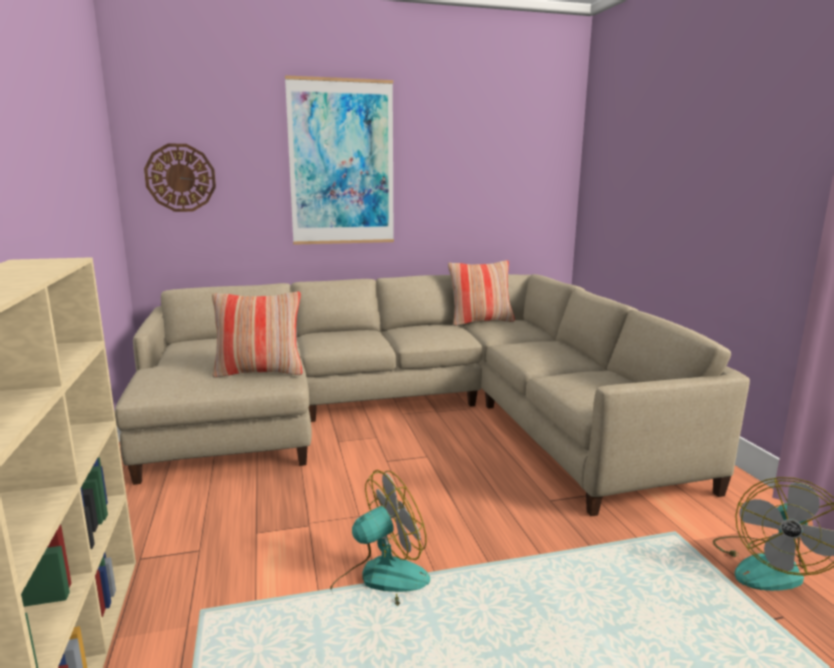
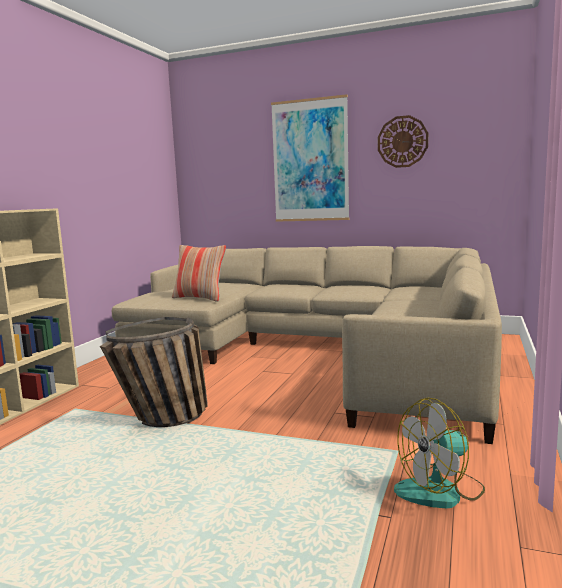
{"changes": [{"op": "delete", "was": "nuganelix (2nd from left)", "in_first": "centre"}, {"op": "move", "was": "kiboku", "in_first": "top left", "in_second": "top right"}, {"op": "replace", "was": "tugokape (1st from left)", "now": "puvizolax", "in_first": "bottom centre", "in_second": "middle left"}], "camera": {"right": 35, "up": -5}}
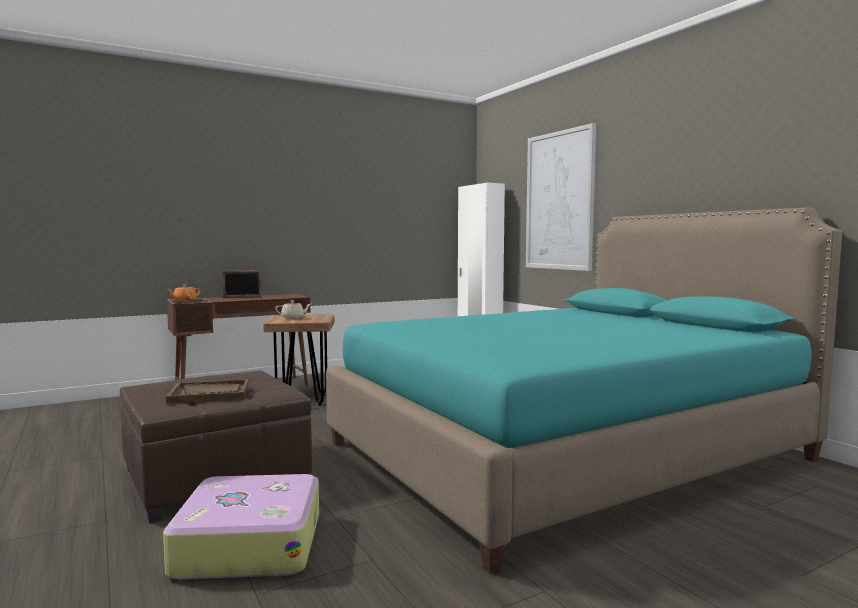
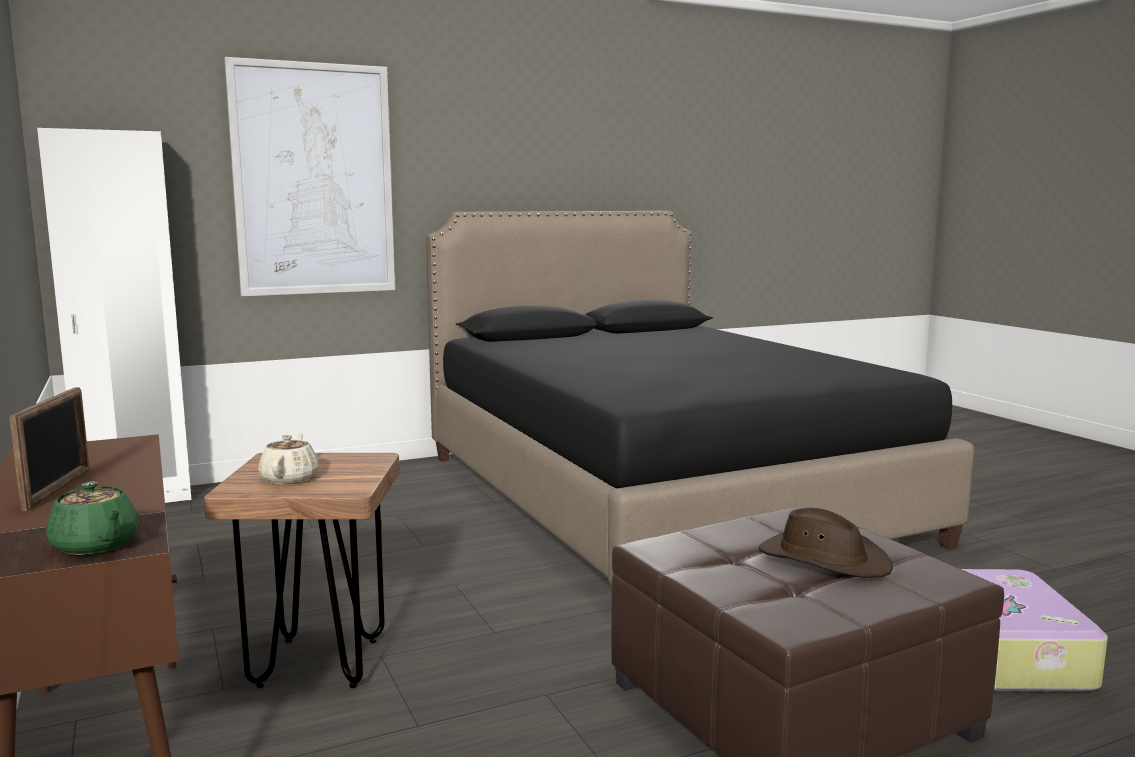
{"changes": [{"op": "replace", "was": "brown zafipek", "now": "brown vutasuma", "in_first": "middle left", "in_second": "bottom right"}, {"op": "recolor", "was": "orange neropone", "now": "green neropone", "in_first": "middle left", "in_second": "bottom left"}, {"op": "recolor", "was": "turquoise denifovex", "now": "black denifovex", "in_first": "middle right", "in_second": "centre"}], "camera": {"right": -85, "up": 5}}
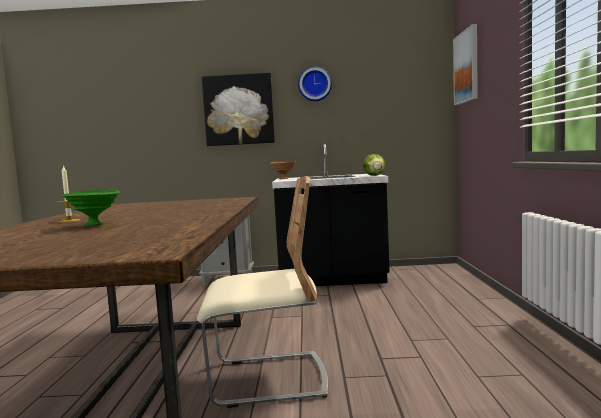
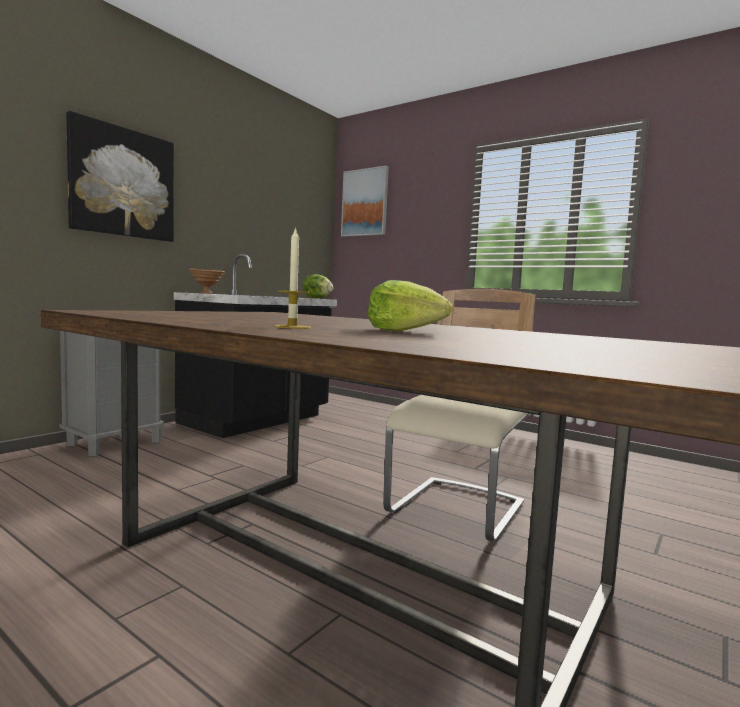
{"changes": [{"op": "delete", "was": "kiboku", "in_first": "top centre"}, {"op": "replace", "was": "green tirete", "now": "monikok (2nd from left)", "in_first": "middle left", "in_second": "centre"}], "camera": {"right": -55, "up": 0}}
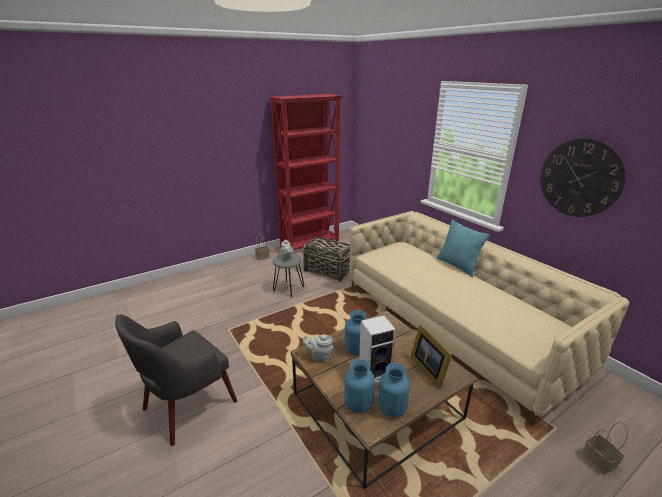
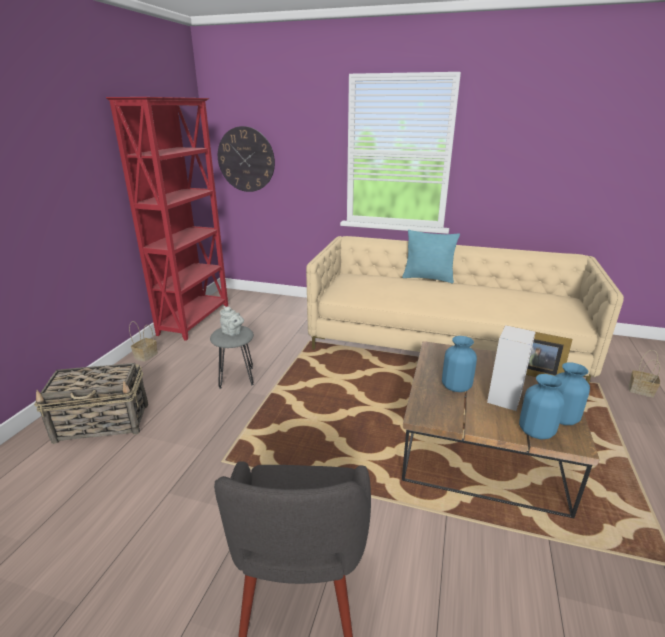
{"changes": [{"op": "delete", "was": "grey neropone (2nd from left)", "in_first": "bottom centre"}, {"op": "move", "was": "puvizolax (2nd from left in the first image)", "now": "puvizolax (1st from left)", "in_first": "centre", "in_second": "middle left"}, {"op": "move", "was": "kiboku", "in_first": "middle right", "in_second": "top centre"}], "camera": {"right": -40, "up": 0}}
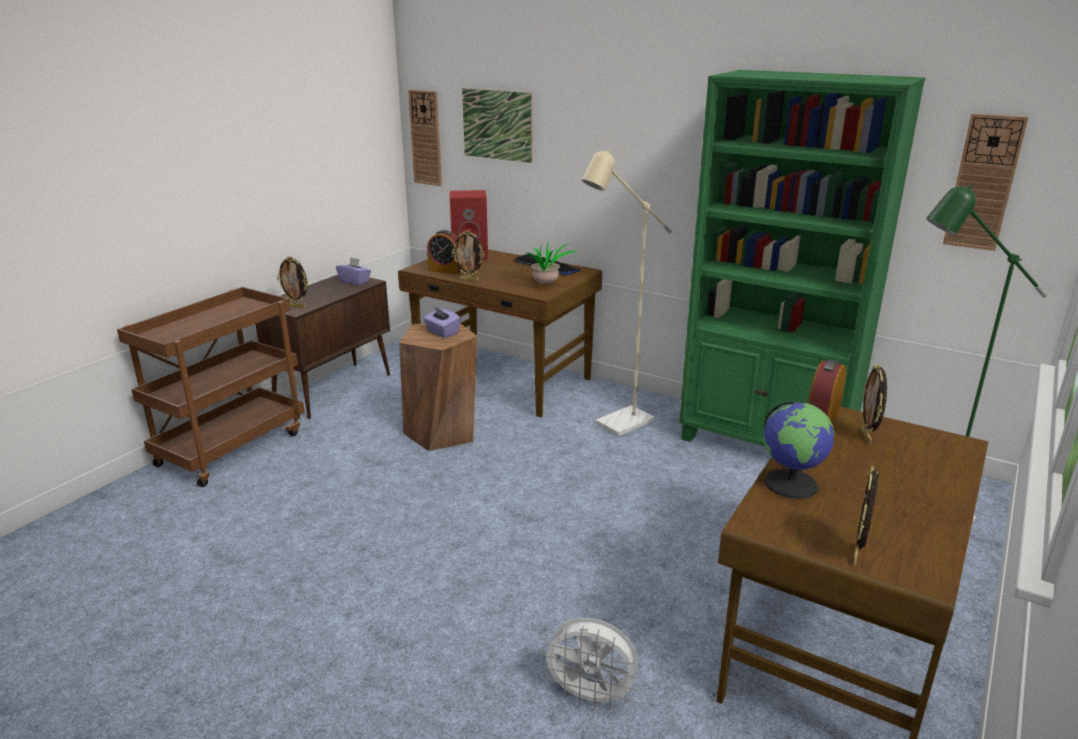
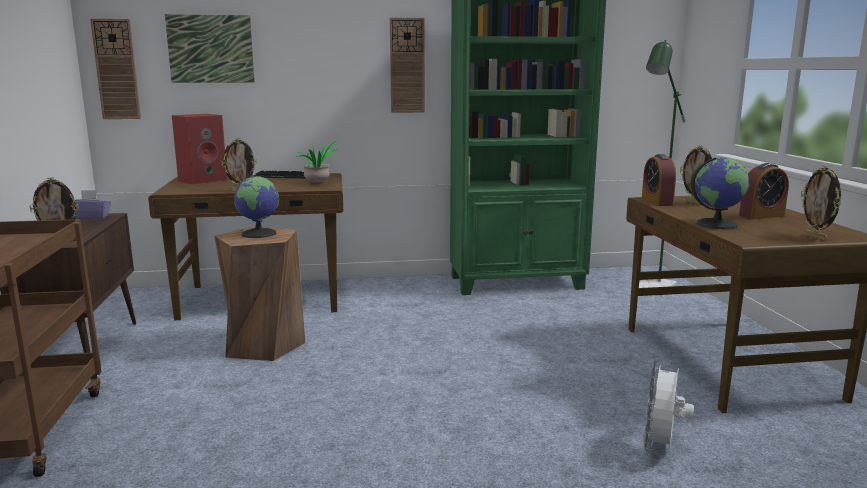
{"changes": [{"op": "delete", "was": "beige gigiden", "in_first": "centre"}, {"op": "move", "was": "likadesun (1st from left in the first image)", "now": "likadesun (2nd from left)", "in_first": "centre", "in_second": "middle right"}, {"op": "move", "was": "kiboku (2nd from left)", "in_first": "top right", "in_second": "top centre"}, {"op": "replace", "was": "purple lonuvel (2nd from left)", "now": "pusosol (1st from left)", "in_first": "centre", "in_second": "middle left"}, {"op": "rotate", "was": "white tugokape", "in_first": "bottom centre", "in_second": "bottom right", "clockwise": 135}], "camera": {"right": -40, "up": -10}}
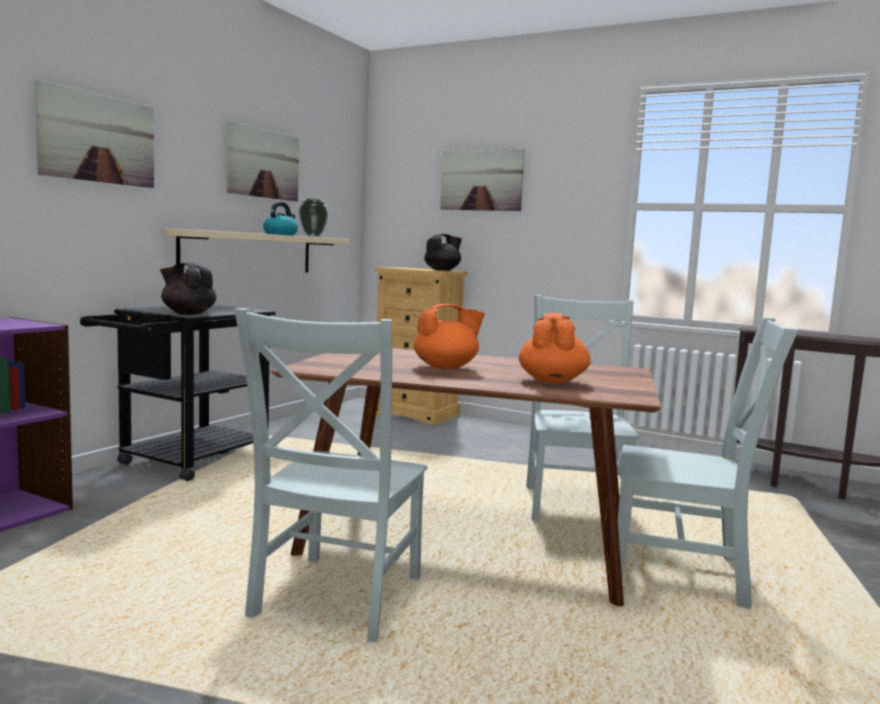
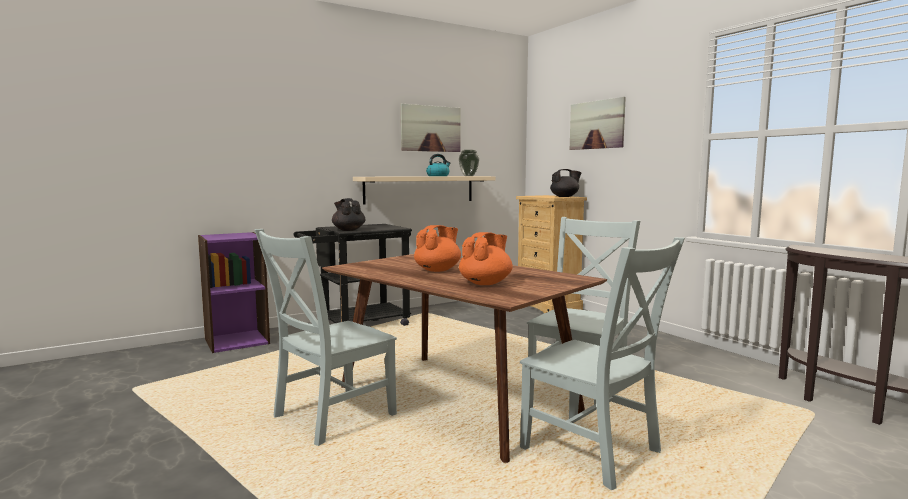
{"changes": [{"op": "delete", "was": "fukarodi (1st from left)", "in_first": "top left"}, {"op": "rotate", "was": "orange neropone (1st from left)", "in_first": "centre", "in_second": "centre", "clockwise": -60}], "camera": {"right": 30, "up": 0}}
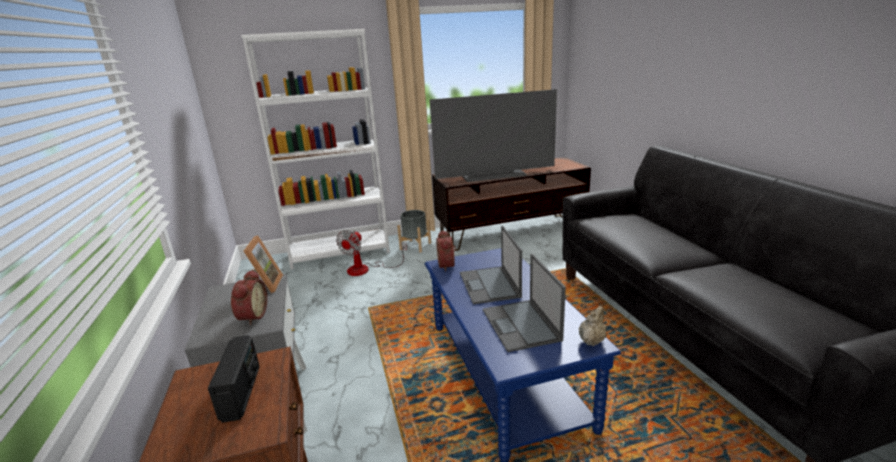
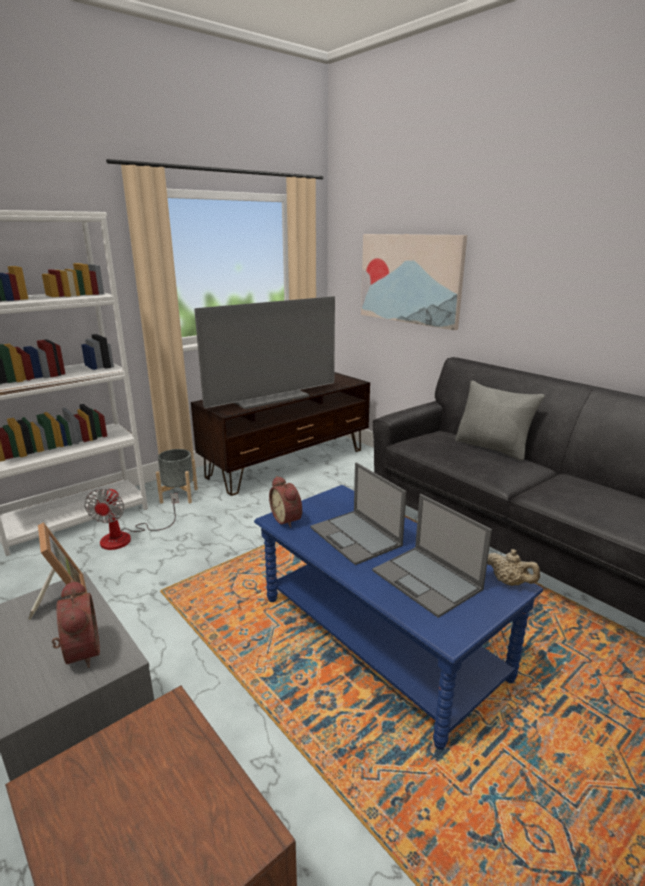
{"changes": [{"op": "delete", "was": "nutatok", "in_first": "bottom left"}, {"op": "insert", "now": "fukarodi", "in_second": "top centre"}, {"op": "insert", "now": "grey nuganelix", "in_second": "middle right"}, {"op": "rotate", "was": "beige neropone", "in_first": "bottom centre", "in_second": "middle right", "clockwise": 120}], "camera": {"right": -25, "up": 0}}
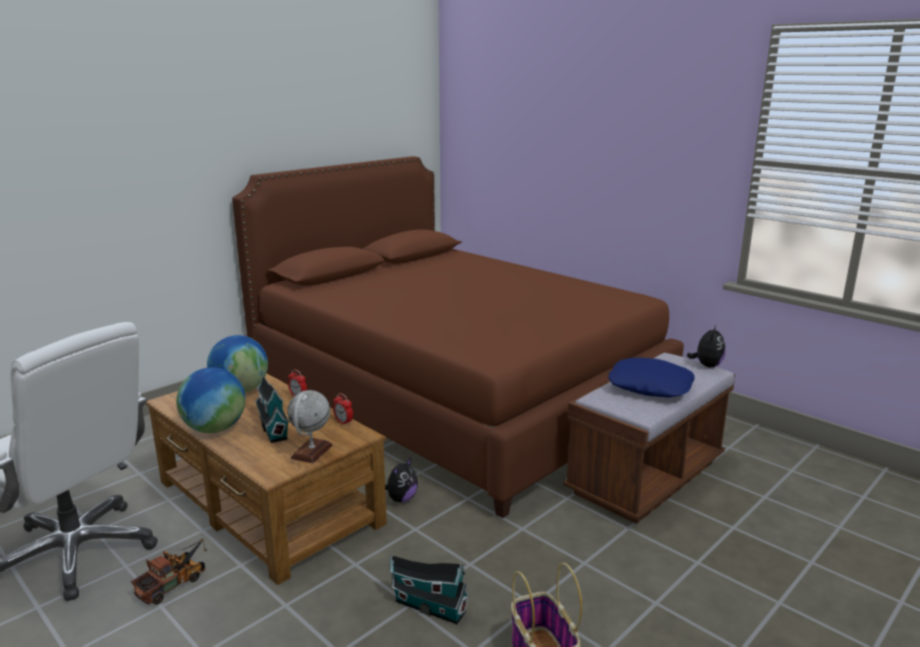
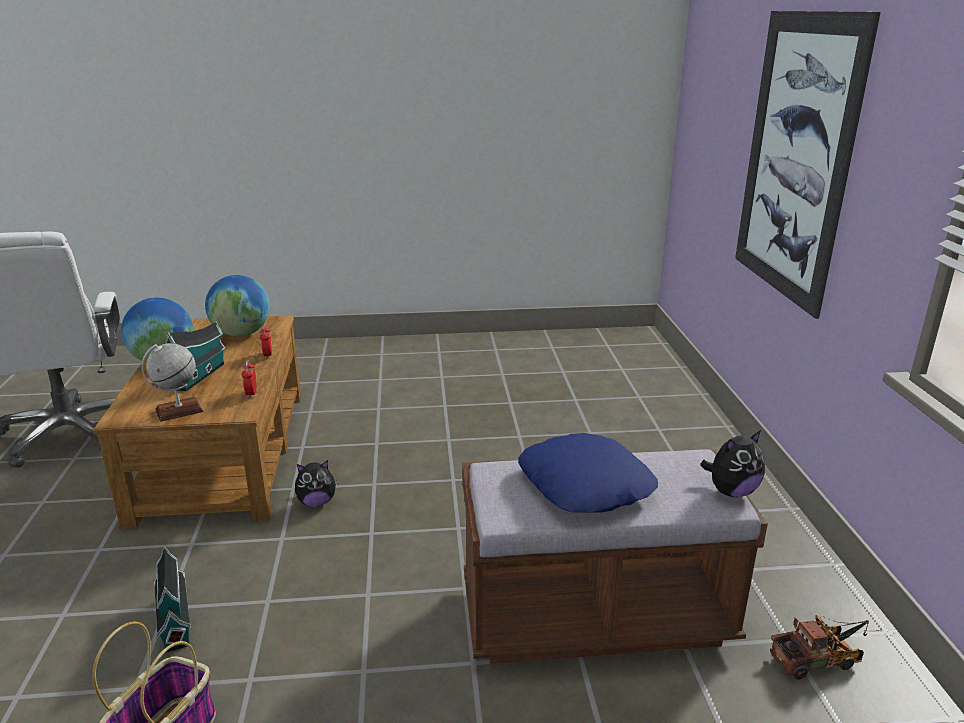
{"changes": [{"op": "delete", "was": "brown denifovex", "in_first": "centre"}, {"op": "insert", "now": "fukarodi", "in_second": "top right"}, {"op": "move", "was": "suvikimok", "in_first": "bottom left", "in_second": "bottom right"}], "camera": {"right": 40, "up": 5}}
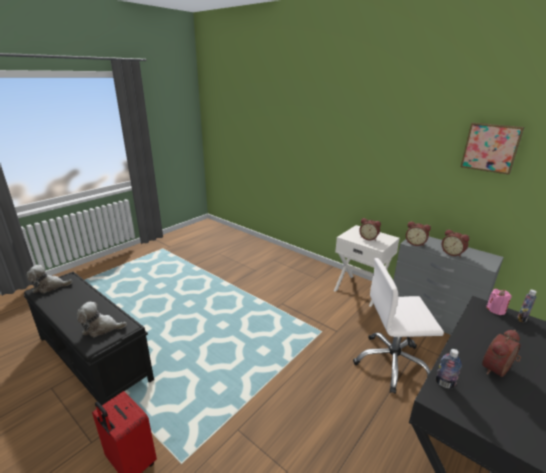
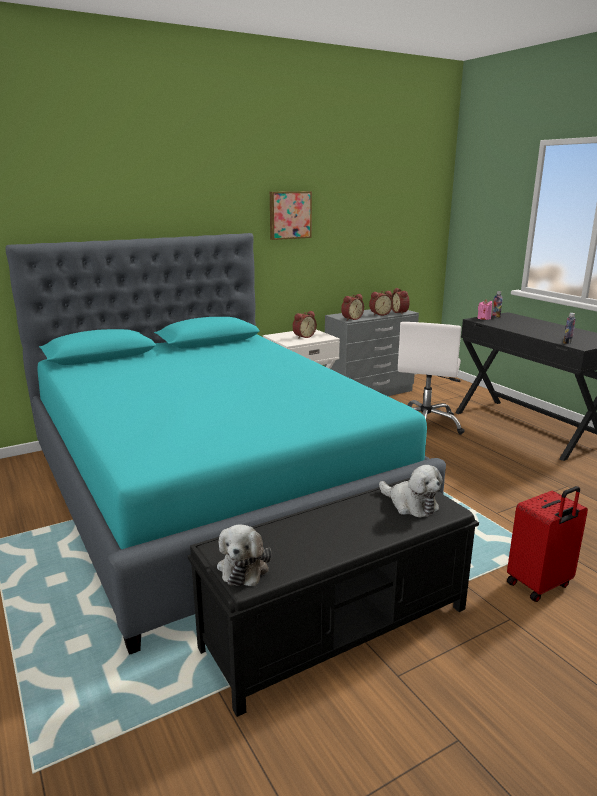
{"changes": [{"op": "insert", "now": "turquoise denifovex", "in_second": "centre"}, {"op": "move", "was": "fukarodi", "in_first": "top right", "in_second": "top centre"}, {"op": "move", "was": "likadesun (4th from left)", "in_first": "bottom right", "in_second": "middle right"}, {"op": "rotate", "was": "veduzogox (2nd from left)", "in_first": "bottom left", "in_second": "middle right", "clockwise": -60}], "camera": {"right": -70, "up": -5}}
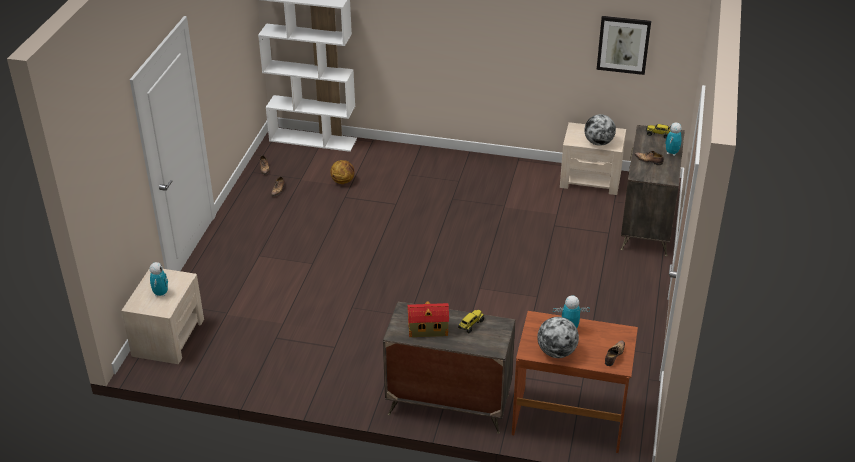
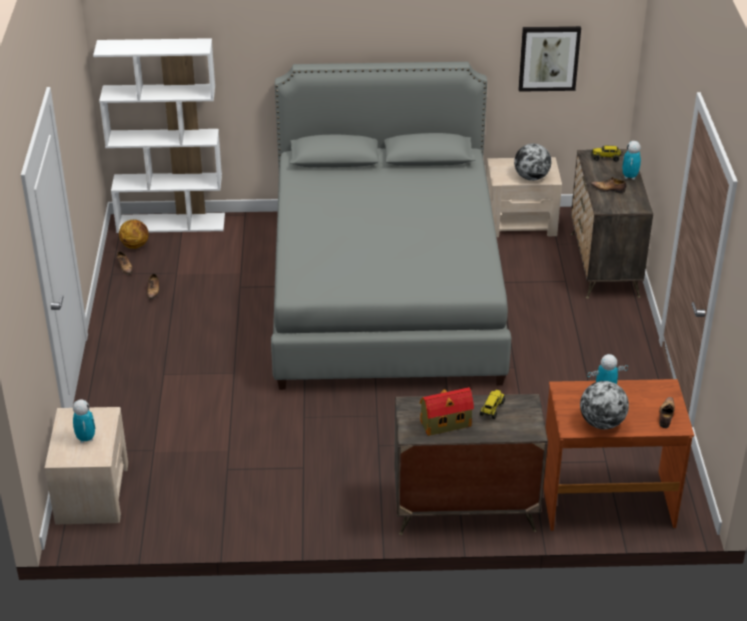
{"changes": [{"op": "insert", "now": "grey denifovex", "in_second": "centre"}, {"op": "move", "was": "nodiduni", "in_first": "centre", "in_second": "middle left"}], "camera": {"right": -15, "up": 0}}
